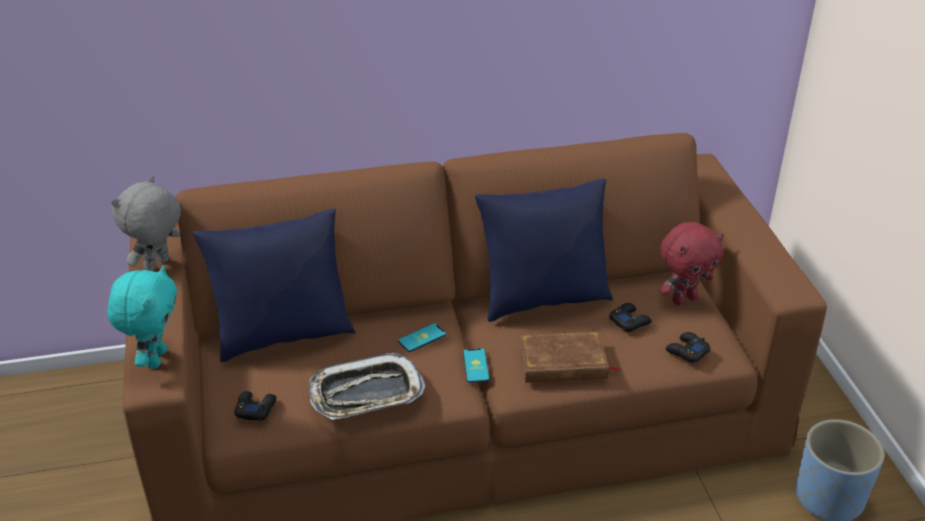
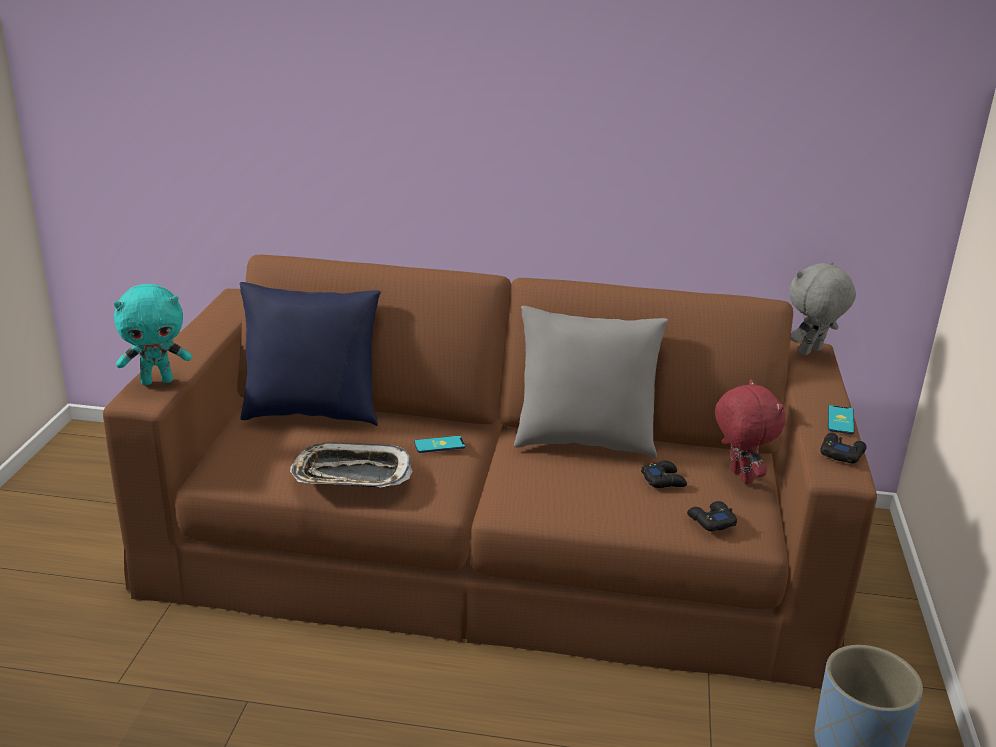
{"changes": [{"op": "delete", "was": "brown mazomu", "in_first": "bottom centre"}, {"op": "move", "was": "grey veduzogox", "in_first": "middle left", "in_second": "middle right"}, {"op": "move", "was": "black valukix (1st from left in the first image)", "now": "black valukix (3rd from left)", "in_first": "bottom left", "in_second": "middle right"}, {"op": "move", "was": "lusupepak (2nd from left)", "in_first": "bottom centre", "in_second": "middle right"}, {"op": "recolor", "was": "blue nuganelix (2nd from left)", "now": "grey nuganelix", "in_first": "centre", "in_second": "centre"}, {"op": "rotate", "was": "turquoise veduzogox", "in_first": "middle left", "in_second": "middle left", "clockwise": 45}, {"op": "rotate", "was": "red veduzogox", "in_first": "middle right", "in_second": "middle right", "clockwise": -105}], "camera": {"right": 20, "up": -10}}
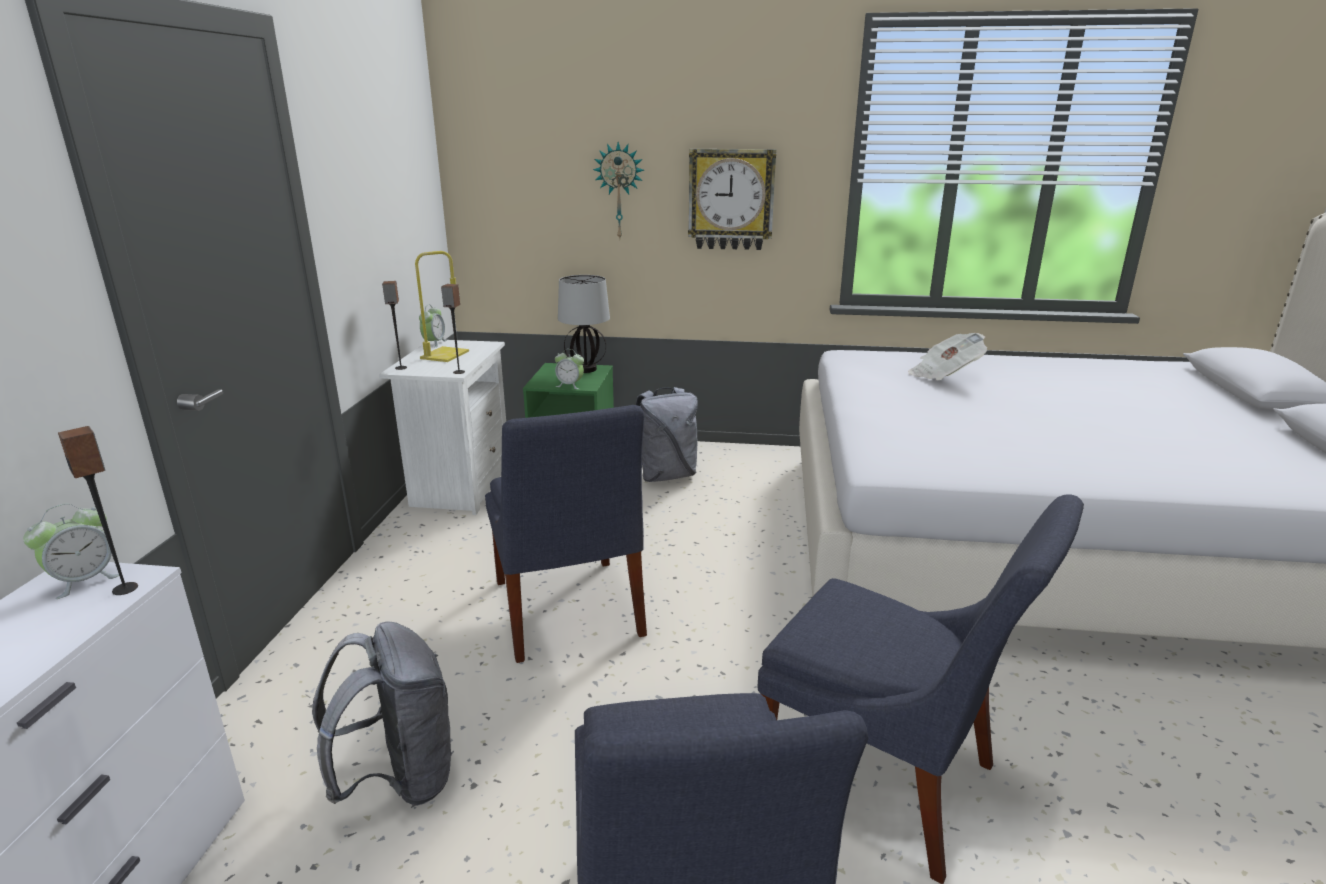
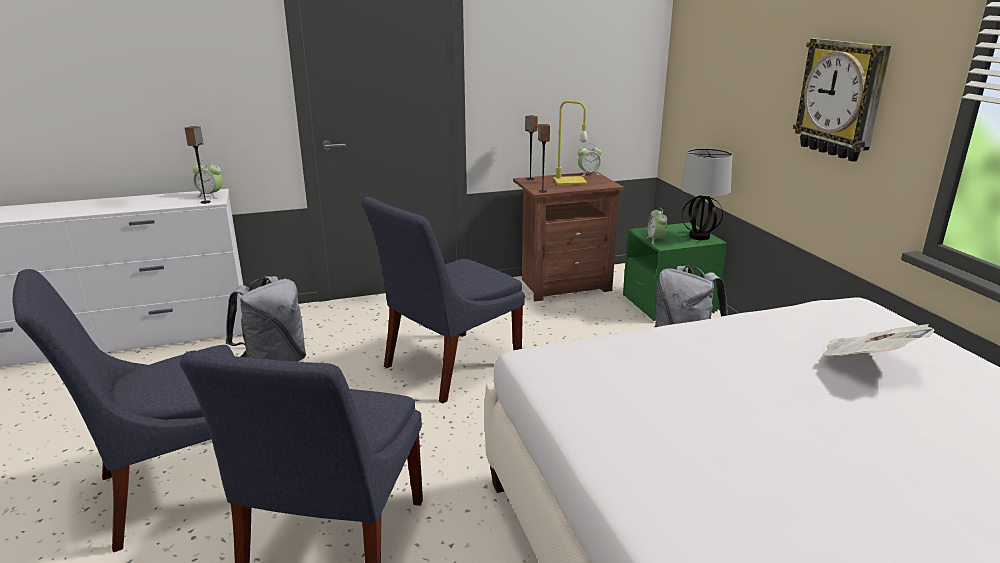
{"changes": [{"op": "delete", "was": "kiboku (1st from left)", "in_first": "top centre"}, {"op": "recolor", "was": "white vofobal", "now": "brown vofobal", "in_first": "centre", "in_second": "centre"}], "camera": {"right": 65, "up": 0}}
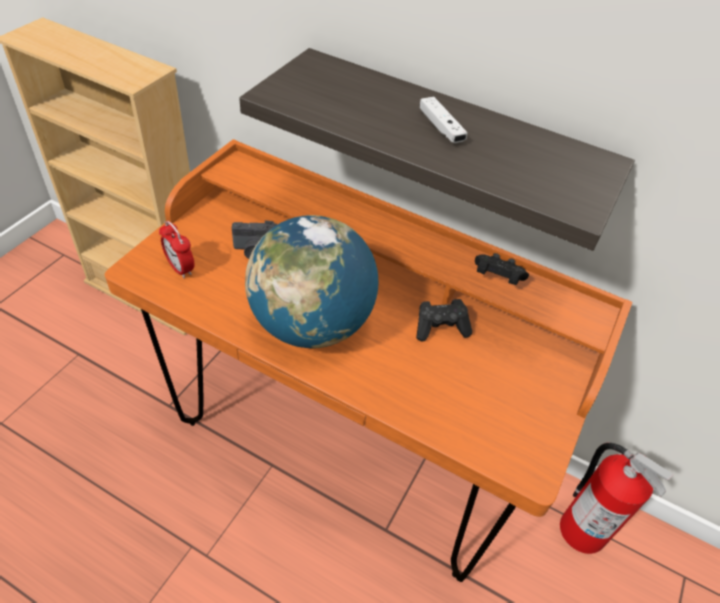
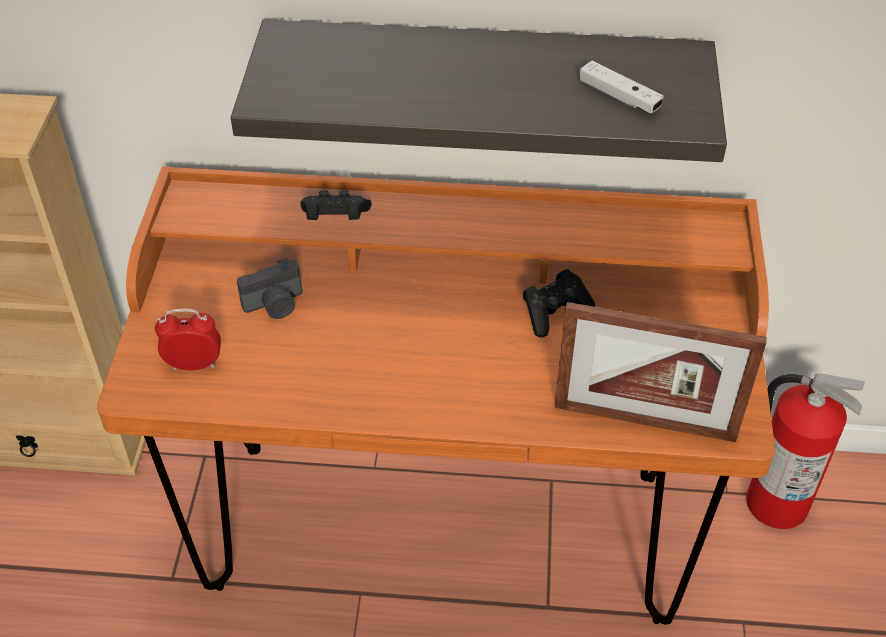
{"changes": [{"op": "delete", "was": "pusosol", "in_first": "centre"}, {"op": "insert", "now": "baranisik", "in_second": "middle right"}, {"op": "move", "was": "white valukix", "in_first": "top centre", "in_second": "top right"}, {"op": "move", "was": "black valukix (2nd from left in the first image)", "now": "black valukix (1st from left)", "in_first": "middle right", "in_second": "top centre"}, {"op": "rotate", "was": "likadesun", "in_first": "middle left", "in_second": "middle left", "clockwise": 150}], "camera": {"right": -20, "up": 0}}
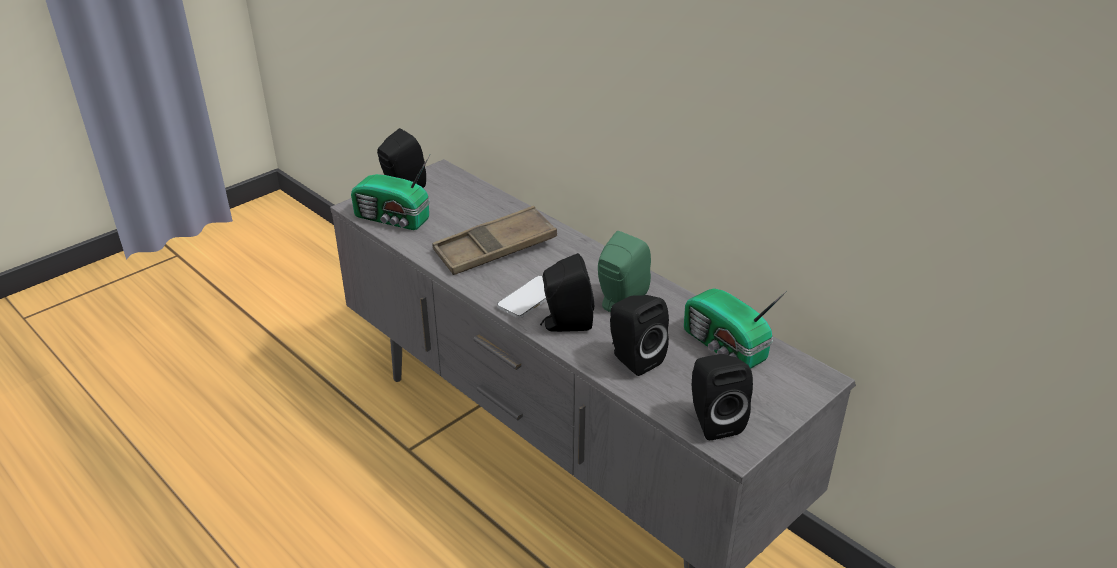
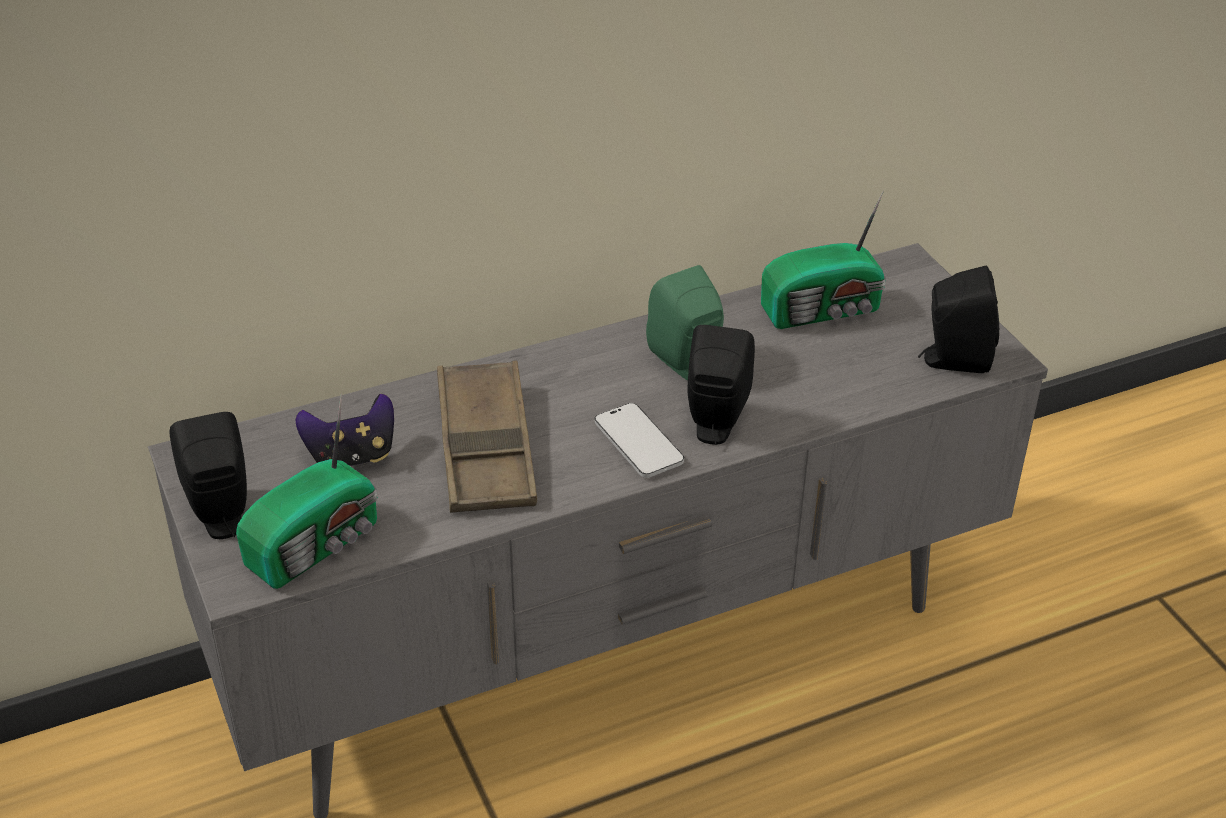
{"changes": [{"op": "delete", "was": "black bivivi (3rd from left)", "in_first": "centre"}, {"op": "insert", "now": "valukix", "in_second": "middle left"}], "camera": {"right": -70, "up": 5}}
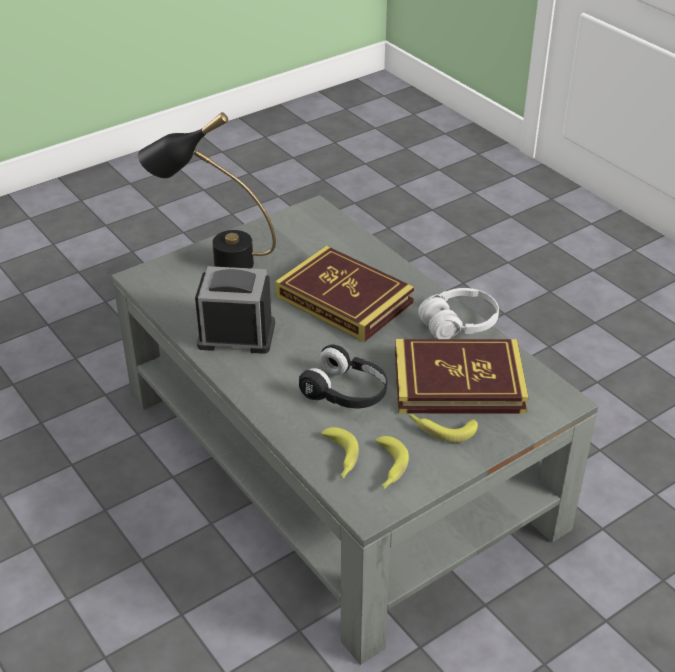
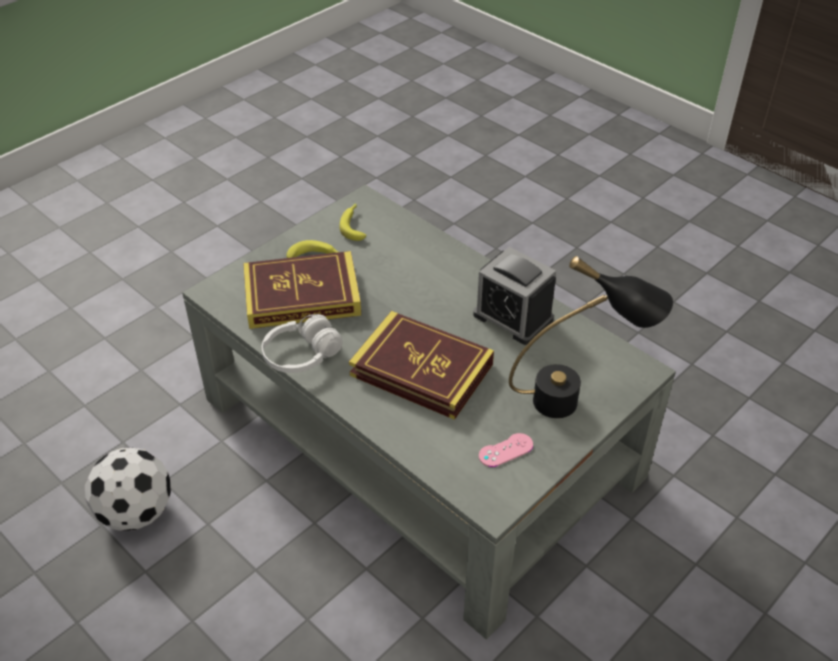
{"changes": [{"op": "delete", "was": "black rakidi", "in_first": "centre"}, {"op": "delete", "was": "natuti (1st from left)", "in_first": "bottom centre"}, {"op": "insert", "now": "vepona", "in_second": "bottom left"}, {"op": "insert", "now": "pink valukix", "in_second": "bottom centre"}, {"op": "rotate", "was": "likadesun", "in_first": "centre", "in_second": "centre", "clockwise": 45}], "camera": {"right": 170, "up": 5}}
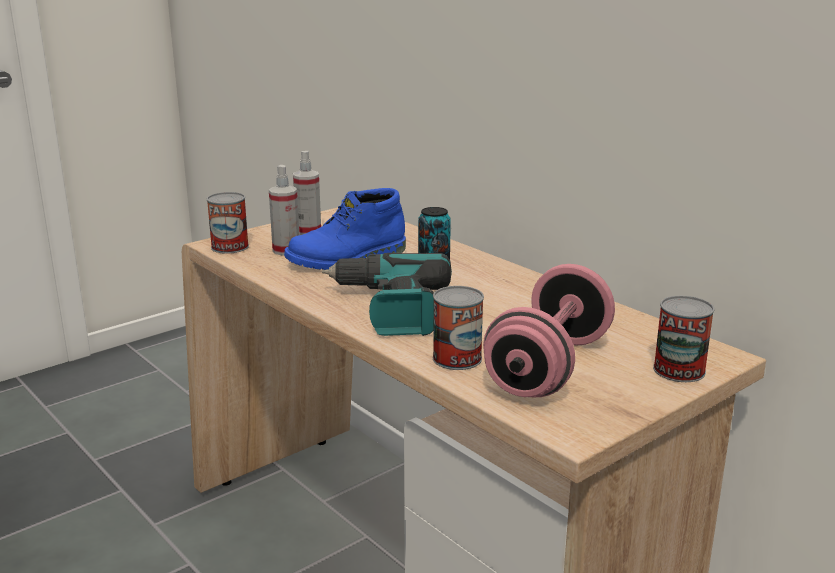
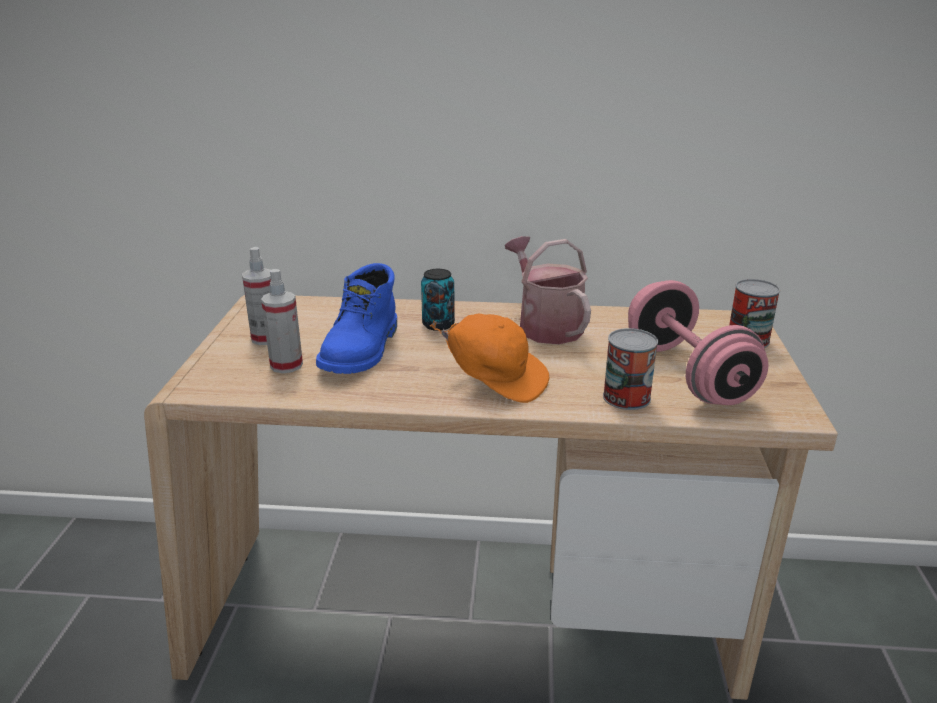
{"changes": [{"op": "delete", "was": "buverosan (1st from left)", "in_first": "middle left"}, {"op": "insert", "now": "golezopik", "in_second": "centre"}, {"op": "replace", "was": "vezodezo", "now": "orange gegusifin", "in_first": "centre", "in_second": "centre"}], "camera": {"right": -45, "up": 5}}
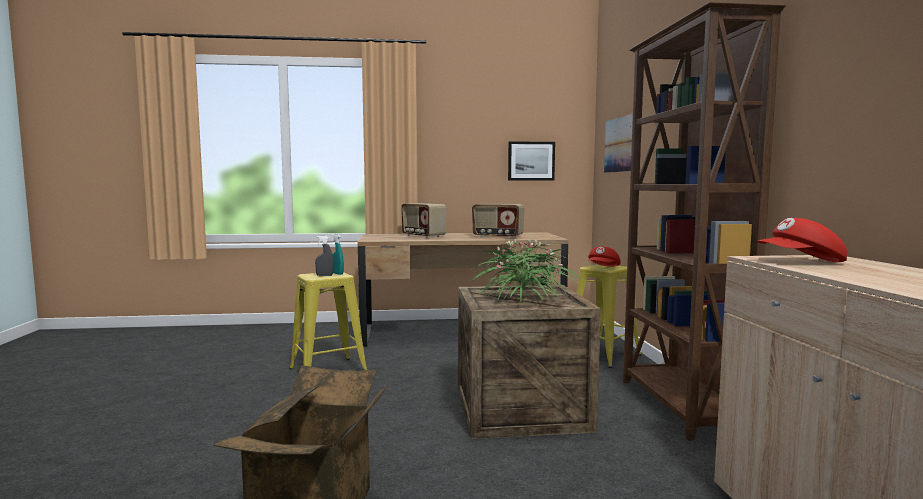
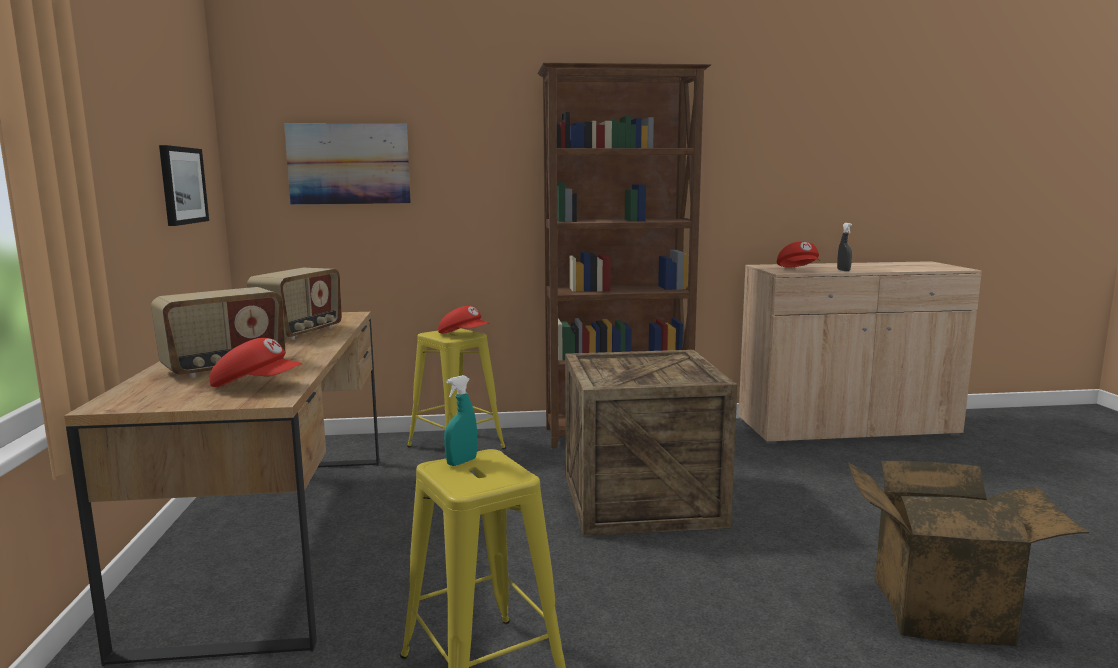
{"changes": [{"op": "delete", "was": "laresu", "in_first": "centre"}, {"op": "insert", "now": "red gegusifin (1st from left)", "in_second": "middle left"}, {"op": "move", "was": "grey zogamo", "in_first": "centre", "in_second": "middle right"}], "camera": {"right": -90, "up": 5}}
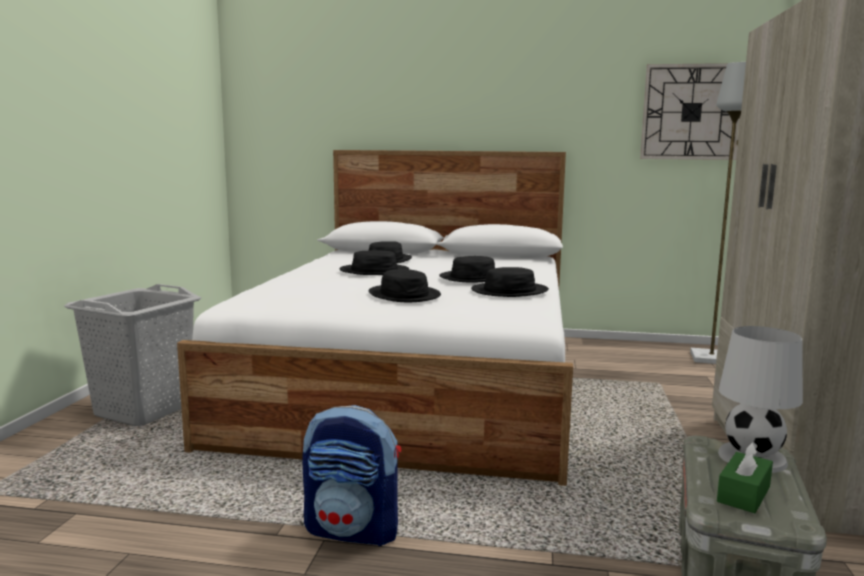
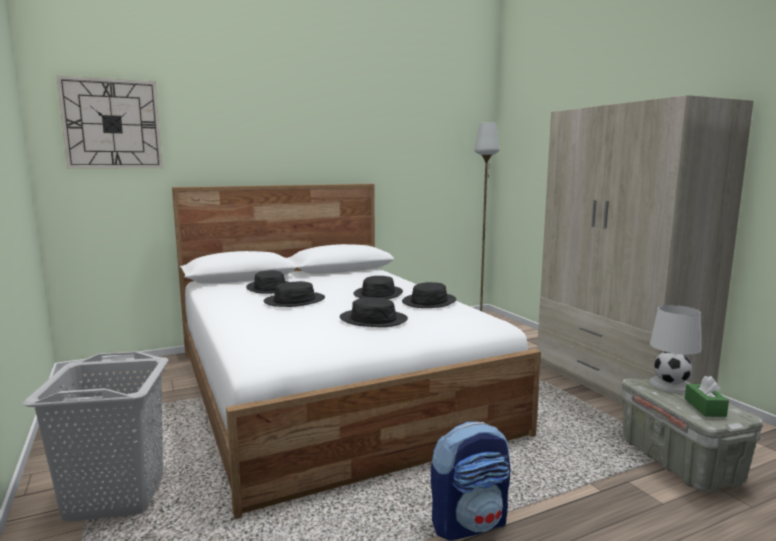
{"changes": [{"op": "move", "was": "kiboku", "in_first": "top right", "in_second": "top left"}], "camera": {"right": -35, "up": 0}}
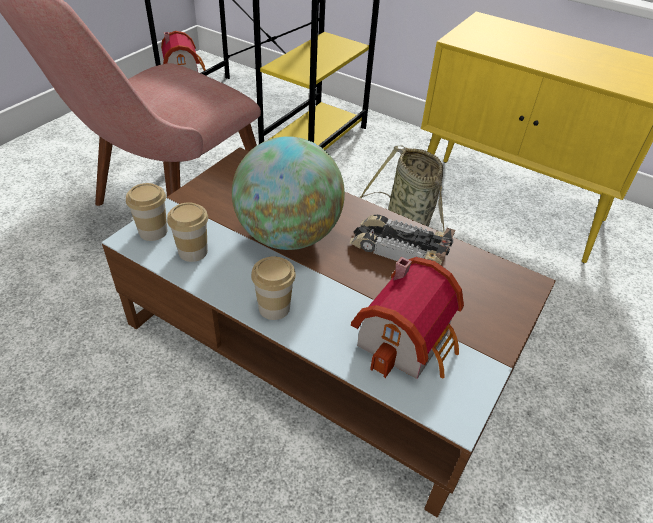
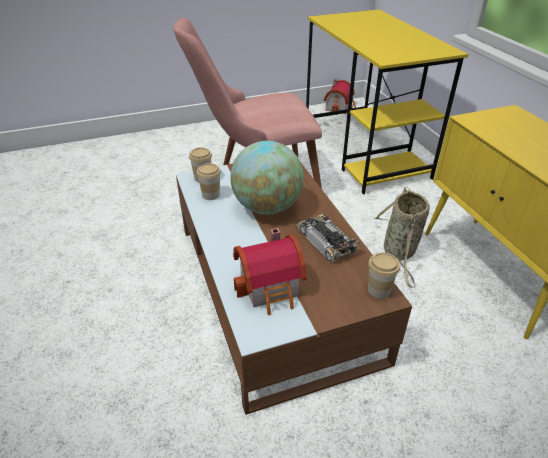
{"changes": [{"op": "move", "was": "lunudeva (3rd from left)", "in_first": "centre", "in_second": "middle right"}], "camera": {"right": 40, "up": -5}}
